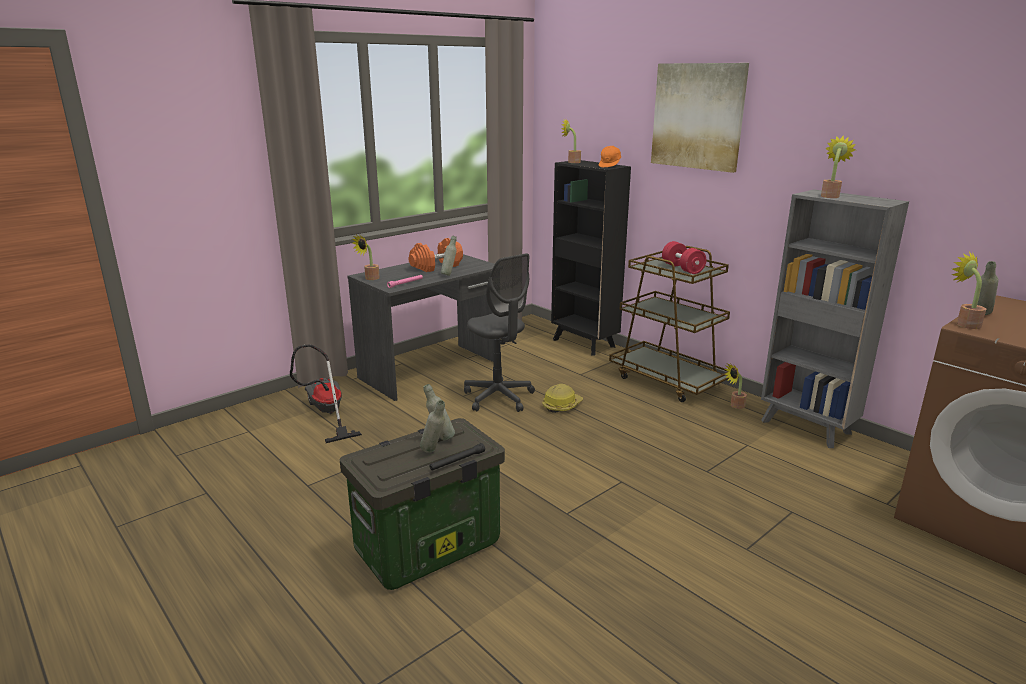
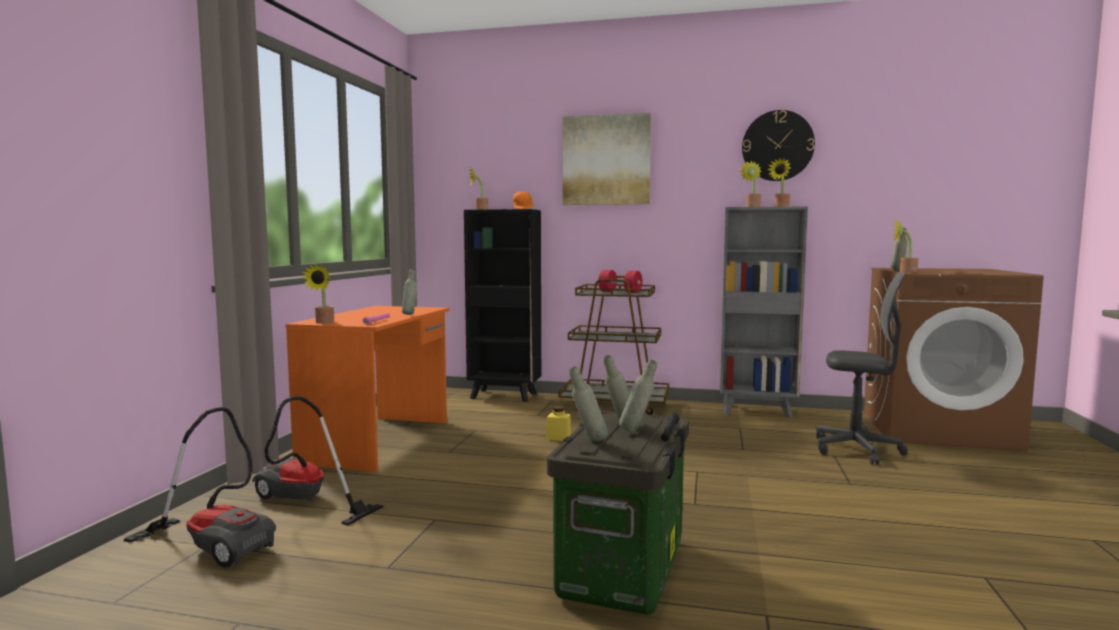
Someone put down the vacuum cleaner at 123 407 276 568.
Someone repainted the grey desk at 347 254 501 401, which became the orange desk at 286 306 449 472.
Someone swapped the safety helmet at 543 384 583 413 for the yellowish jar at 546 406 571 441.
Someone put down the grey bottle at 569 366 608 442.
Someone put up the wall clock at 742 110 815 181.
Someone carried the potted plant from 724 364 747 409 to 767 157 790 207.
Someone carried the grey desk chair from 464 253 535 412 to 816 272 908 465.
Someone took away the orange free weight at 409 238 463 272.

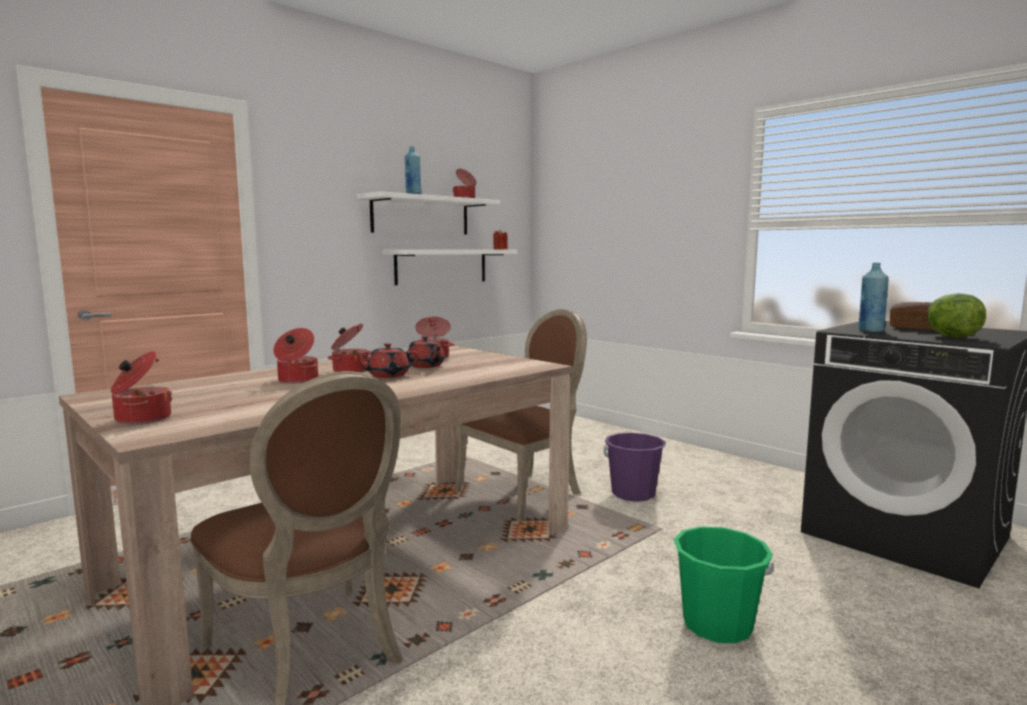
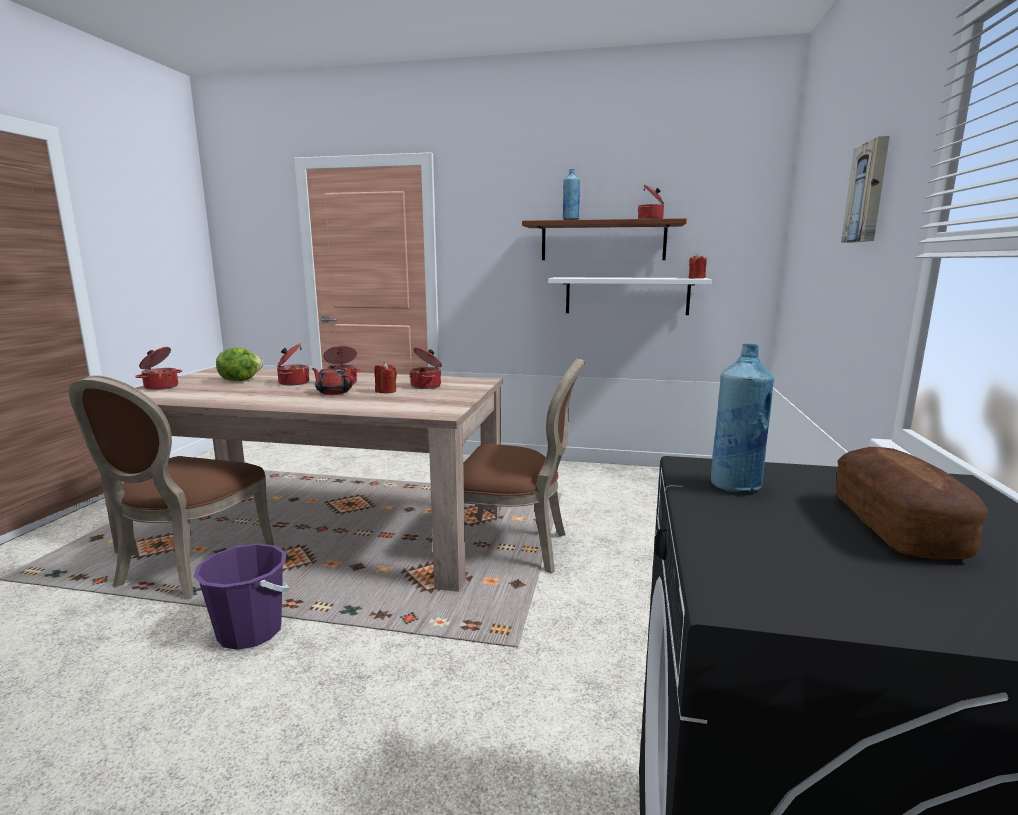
Someone carried the purple-coloured water bucket from 603 433 666 502 to 193 544 290 650.
Someone carried the lettuce from 927 293 986 337 to 216 348 263 381.
Someone swapped the red pot for tea at 406 336 445 368 for the red wax light at 375 362 397 393.
Someone repainted the white wall shelf at 357 191 500 235, which became the brownish wall shelf at 522 218 687 260.
Someone put up the wall picture at 841 136 890 243.
Someone took away the greenish water bucket at 673 526 774 643.

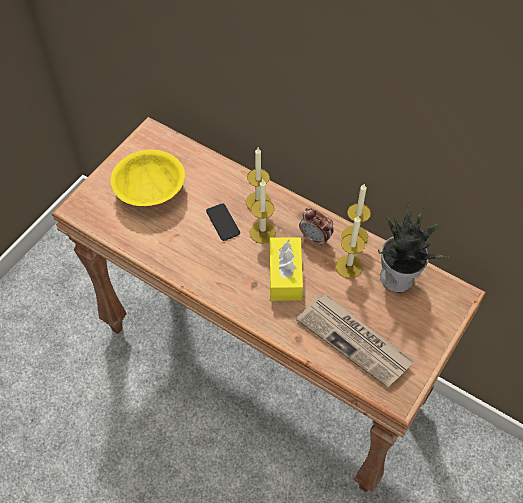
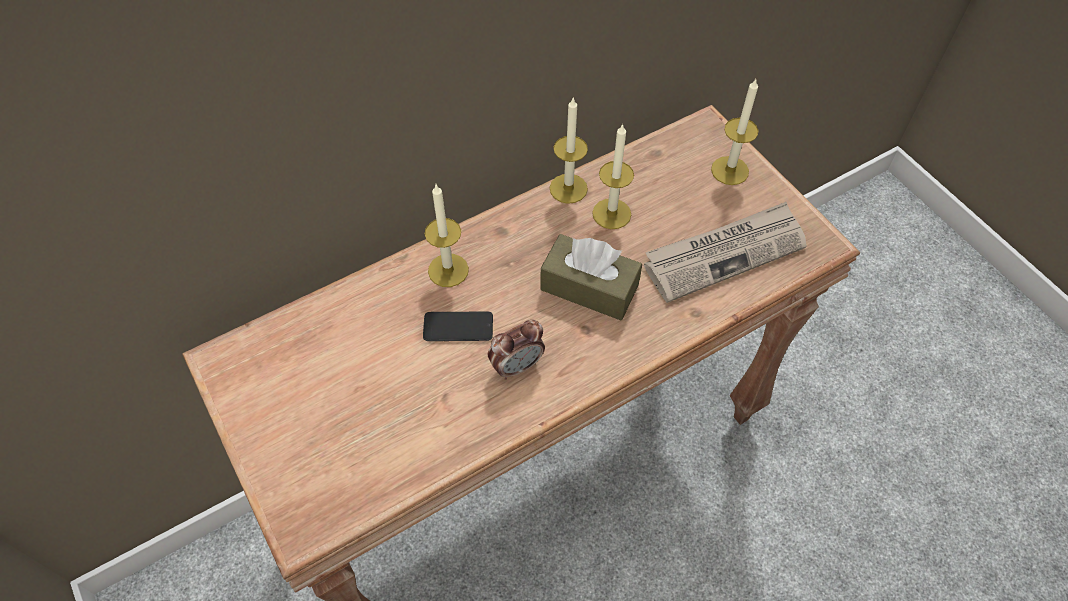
Someone carried the bedside clock from 299 208 334 246 to 488 320 545 380.
Someone repainted the yellowish tissue box at 269 237 303 301, which became the brownish tissue box at 540 234 642 320.
Someone carried the wax light from 249 180 276 244 to 711 79 759 185.
Someone took away the yellowish bowl at 111 150 185 206.
Someone took away the potted plant at 378 202 451 292.

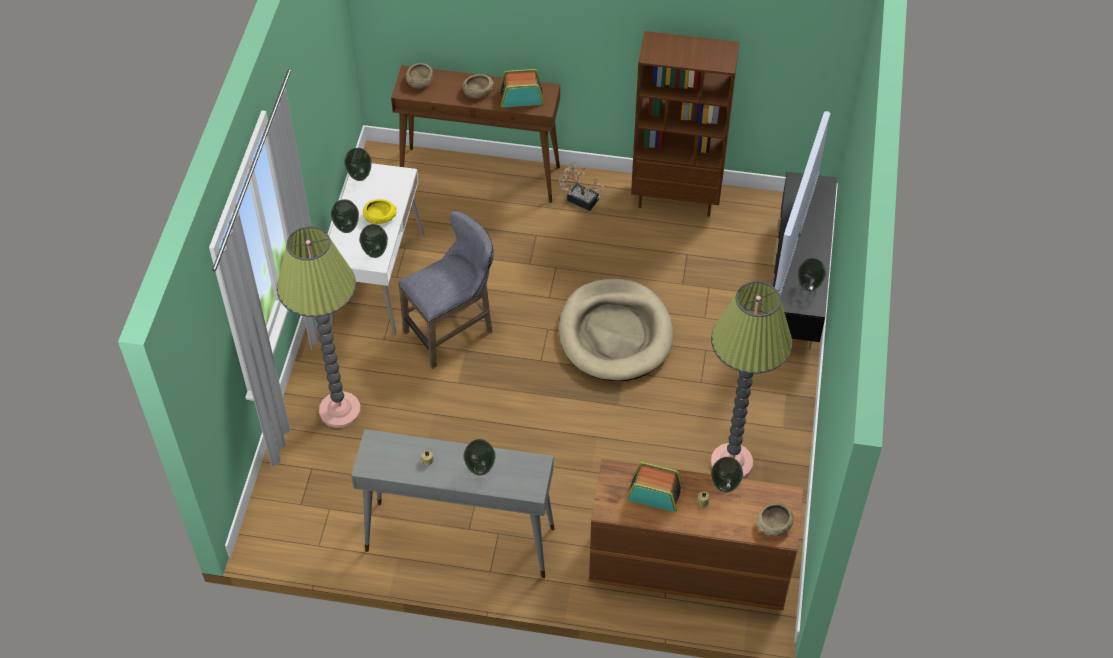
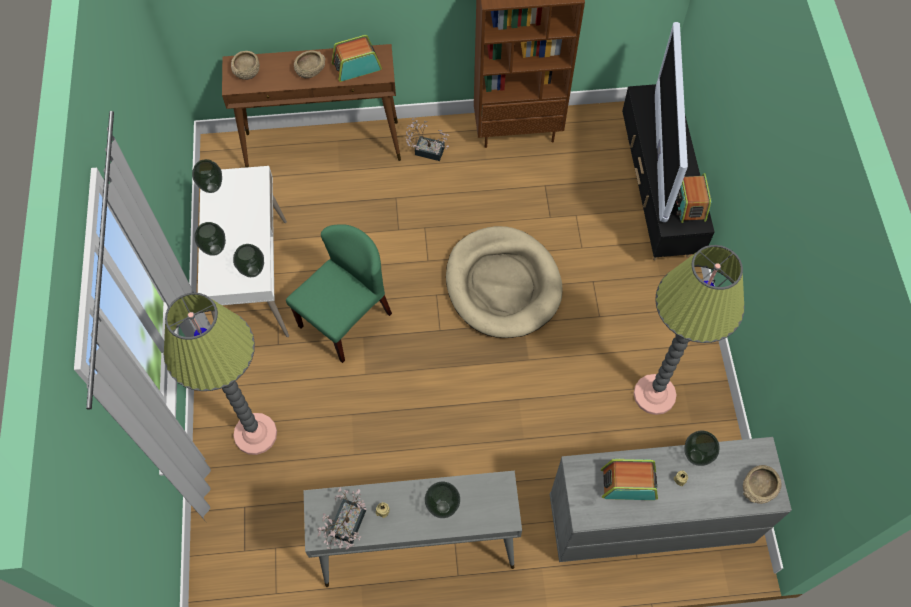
Someone swapped the grey stool seat at 398 210 494 369 for the greenish upright chair at 286 224 392 363.
Someone put down the potted plant at 317 488 366 550.
Someone repainted the brownish drawer chest at 589 459 803 610, which became the grey drawer chest at 550 437 792 562.
Someone swapped the decorative vase at 798 258 826 291 for the radio at 676 173 711 223.
Someone took away the yellowish bowl at 363 199 397 224.

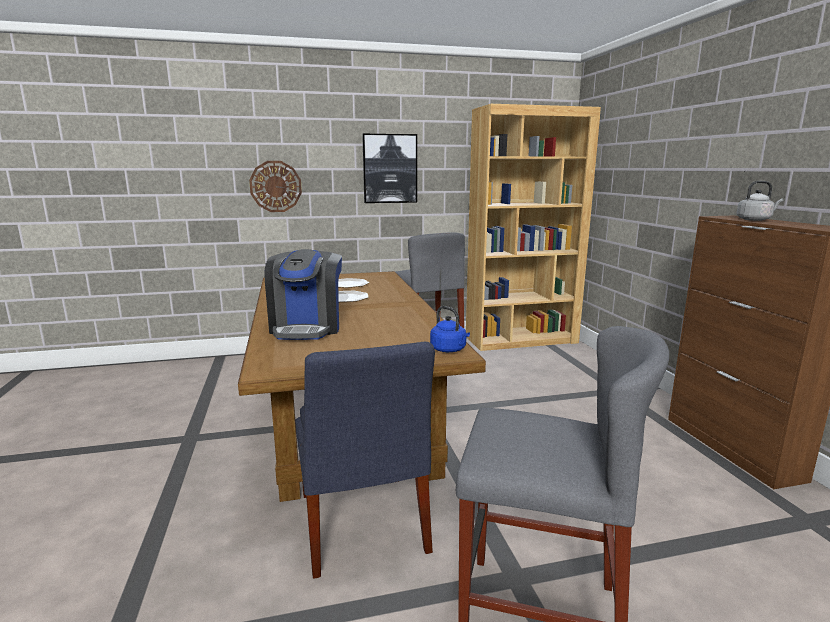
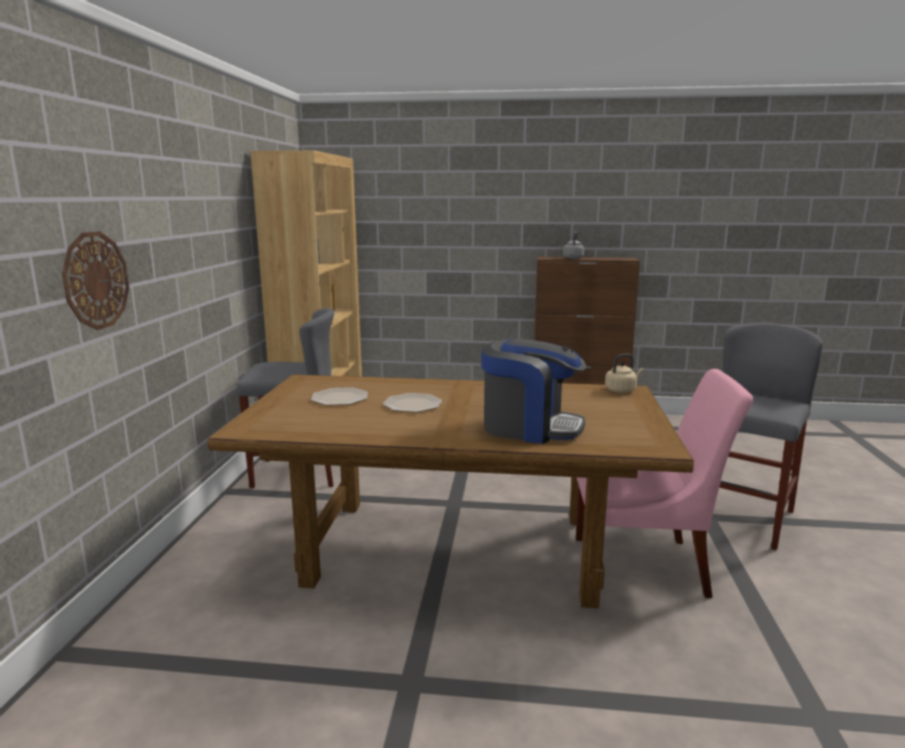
Someone repainted the bluish upright chair at 295 341 435 579, which became the pink upright chair at 576 369 753 598.
Someone repainted the bluish kettle at 430 306 470 352, which became the beige kettle at 605 354 643 393.
Someone took away the wall picture at 362 134 417 203.

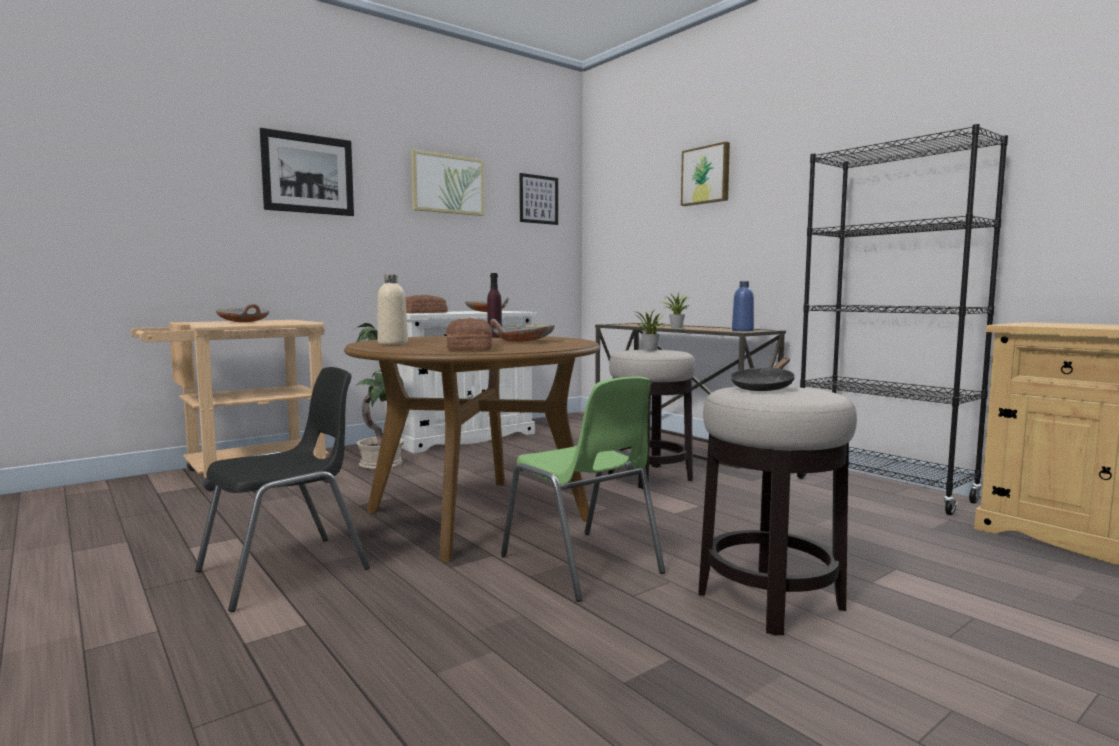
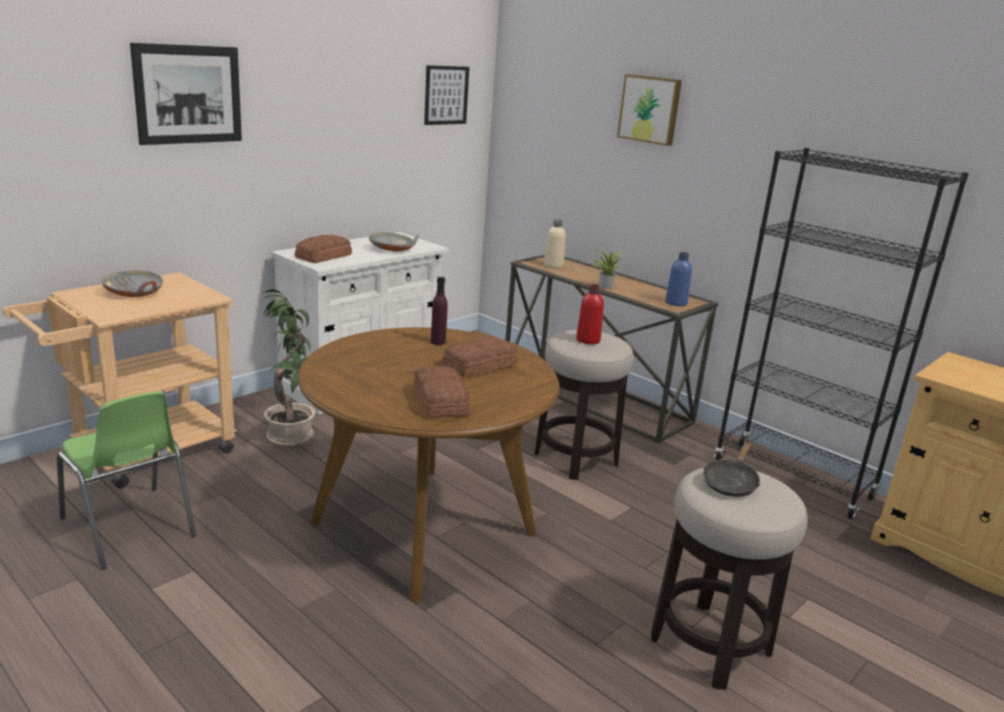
Someone carried the greenish upright chair from 501 376 665 602 to 57 391 196 569.
Someone swapped the grey bowl at 490 319 555 342 for the bread at 442 336 518 378.
Someone carried the beige bottle from 378 274 408 345 to 544 220 566 268.
Someone swapped the potted plant at 635 308 666 351 for the red bottle at 576 285 604 344.
Someone took away the black-coloured upright chair at 195 367 370 612.
Someone took away the wall picture at 411 150 484 216.

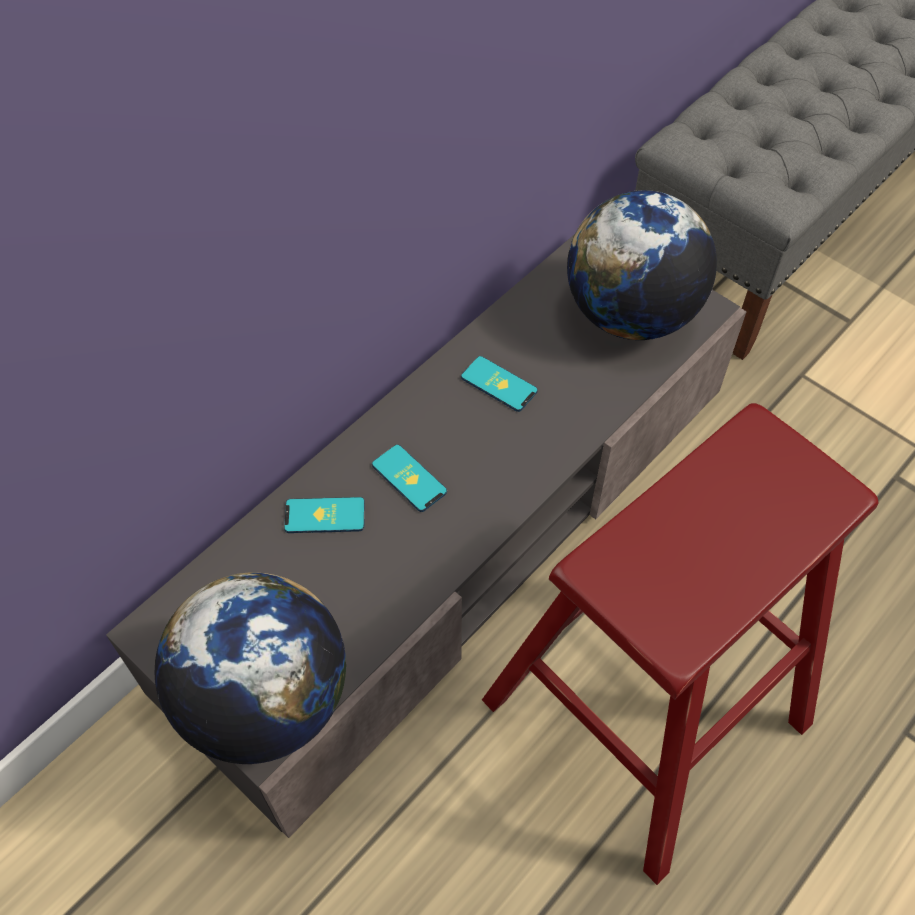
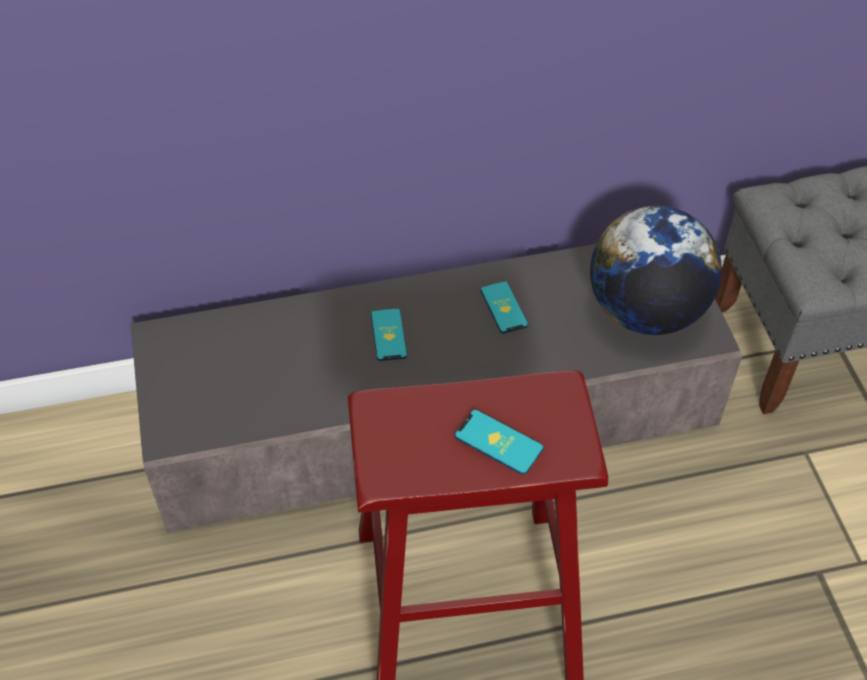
Someone carried the telephone from 284 497 365 533 to 455 409 544 475.
Someone took away the desk globe at 155 572 346 764.

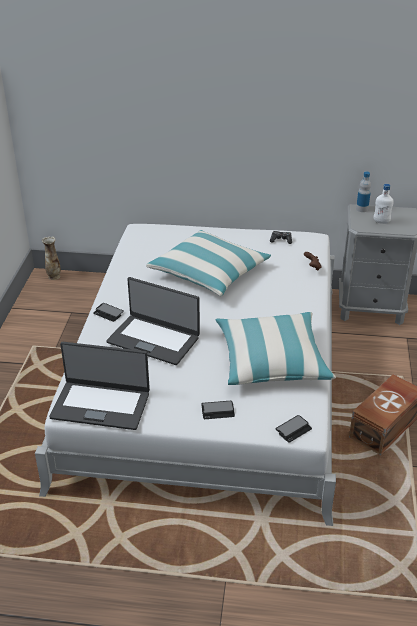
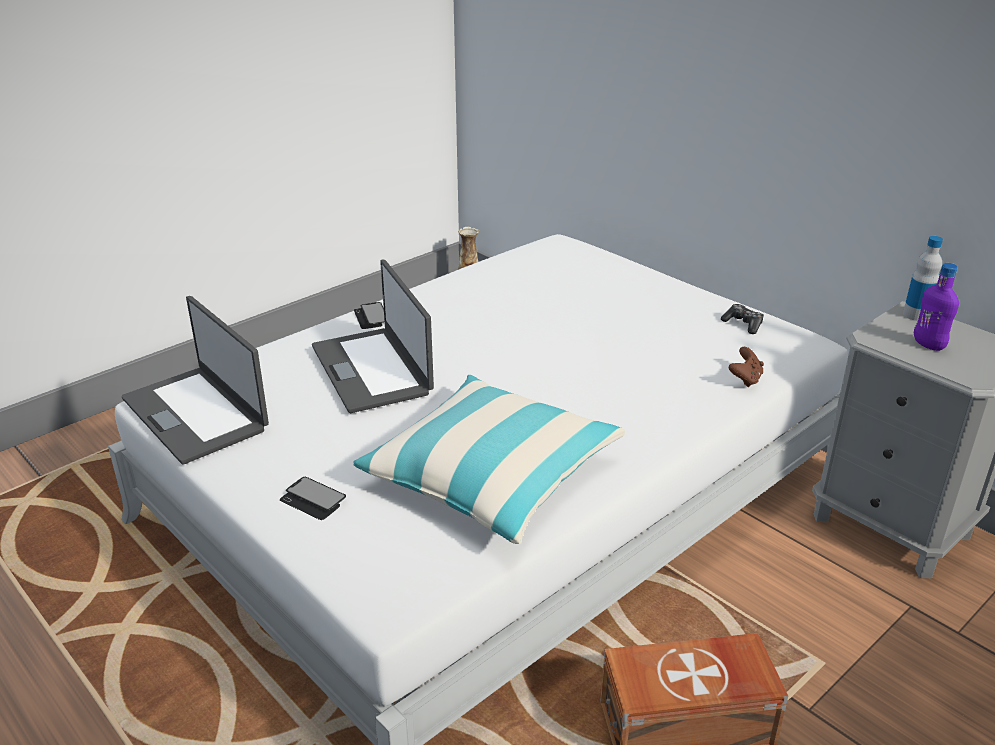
Someone repainted the white bottle at 374 184 394 224, which became the purple-coloured bottle at 914 263 959 351.
Someone took away the cushion at 146 230 271 296.
Someone took away the telephone at 276 415 312 443.

